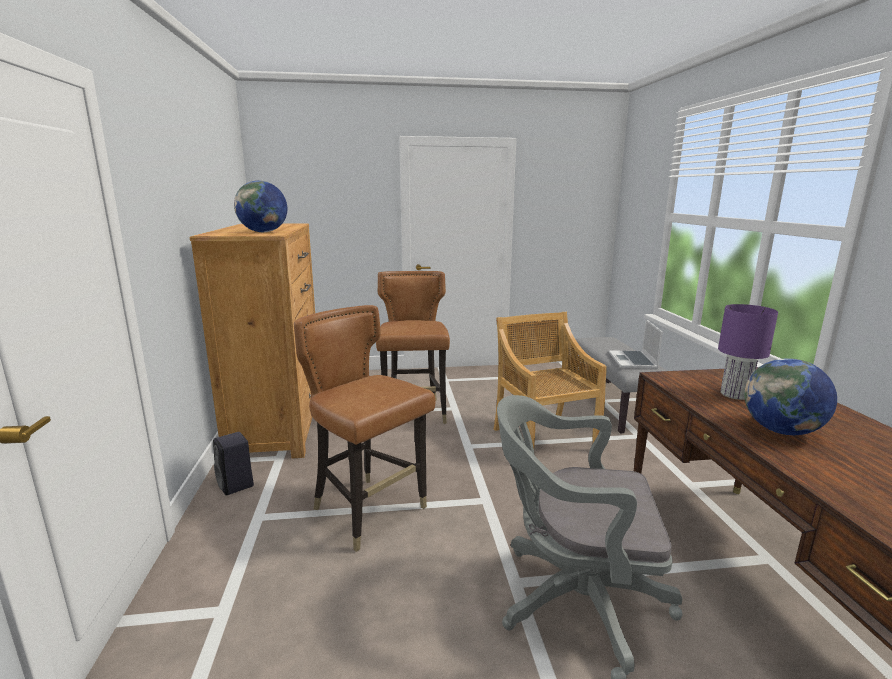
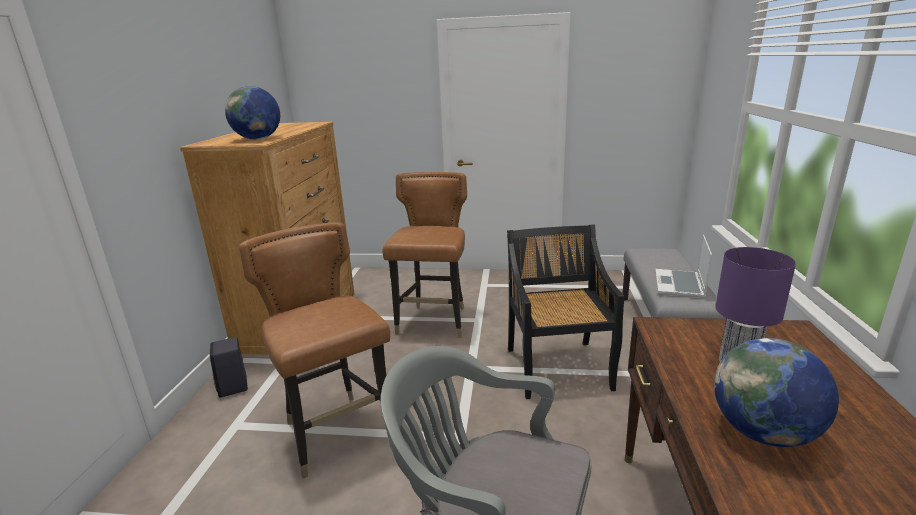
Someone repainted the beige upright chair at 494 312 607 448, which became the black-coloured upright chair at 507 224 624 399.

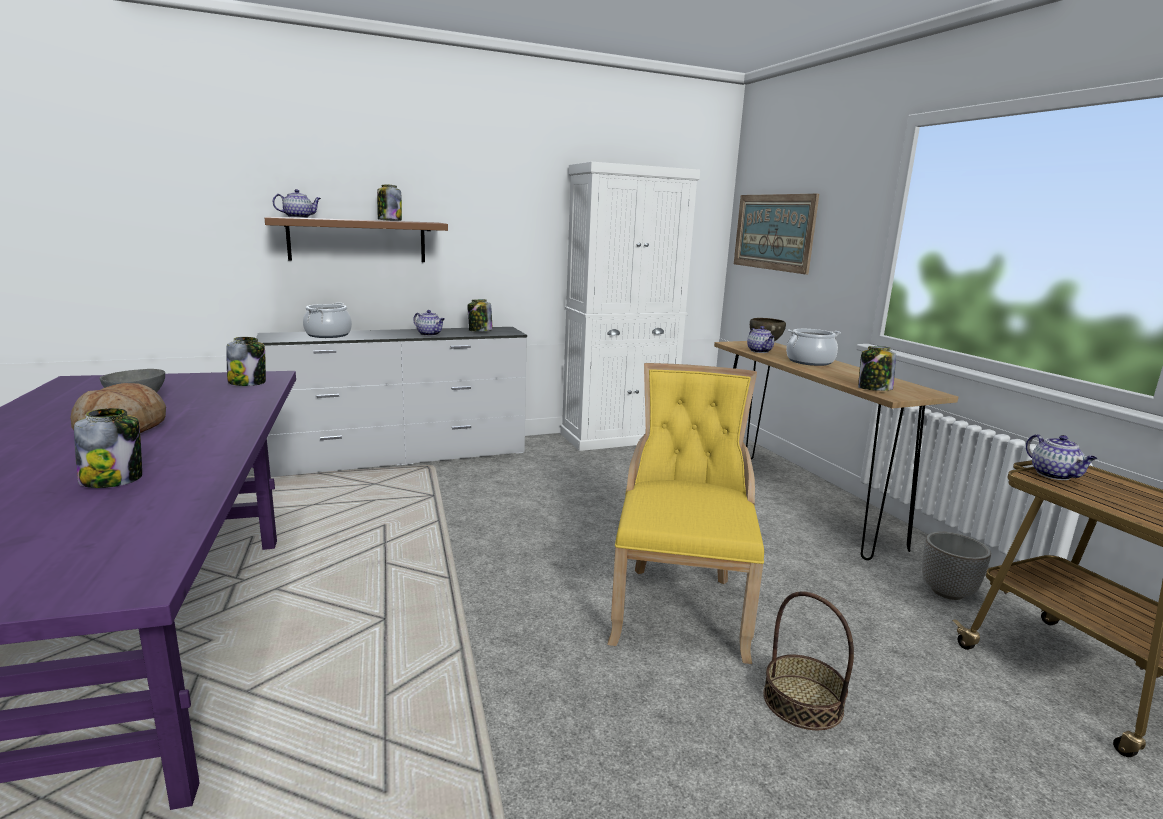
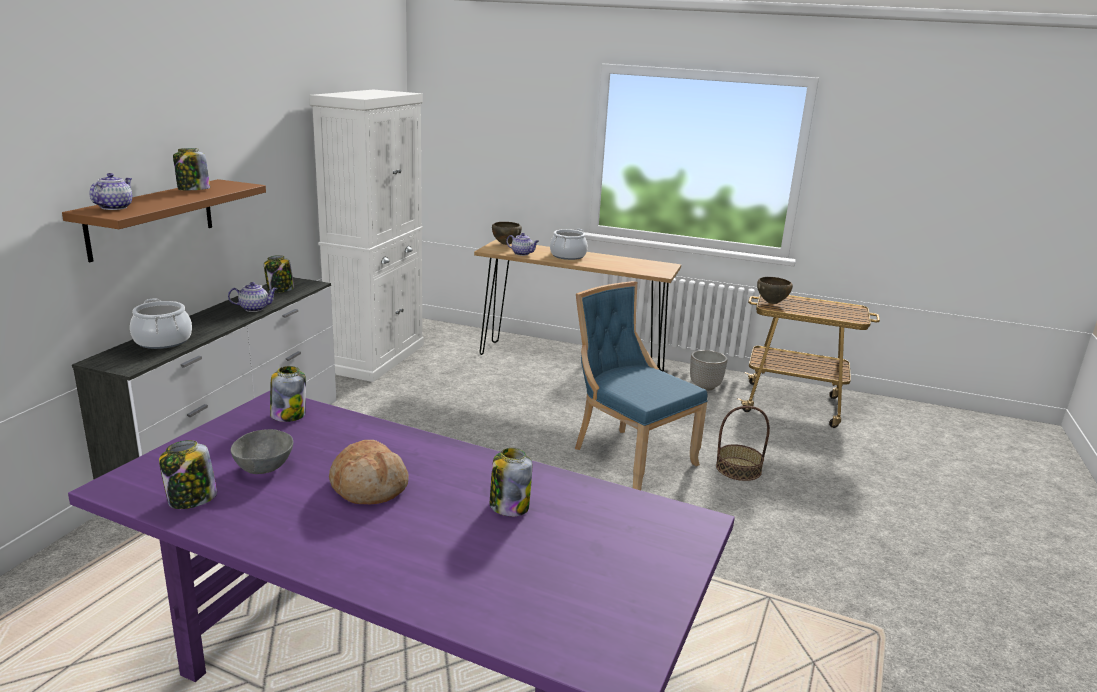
Someone carried the jar from 858 346 896 391 to 159 440 217 509.
Someone repainted the yellowish upright chair at 607 363 764 664, which became the bluish upright chair at 575 281 708 490.
Someone swapped the pot for tea at 1026 434 1098 480 for the brownish bowl at 757 277 793 304.
Someone took away the wall picture at 734 194 819 275.

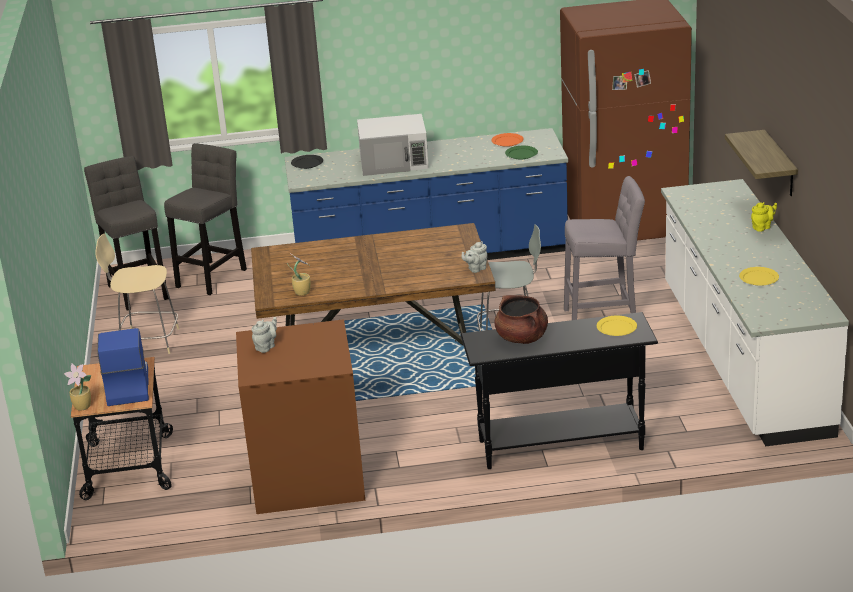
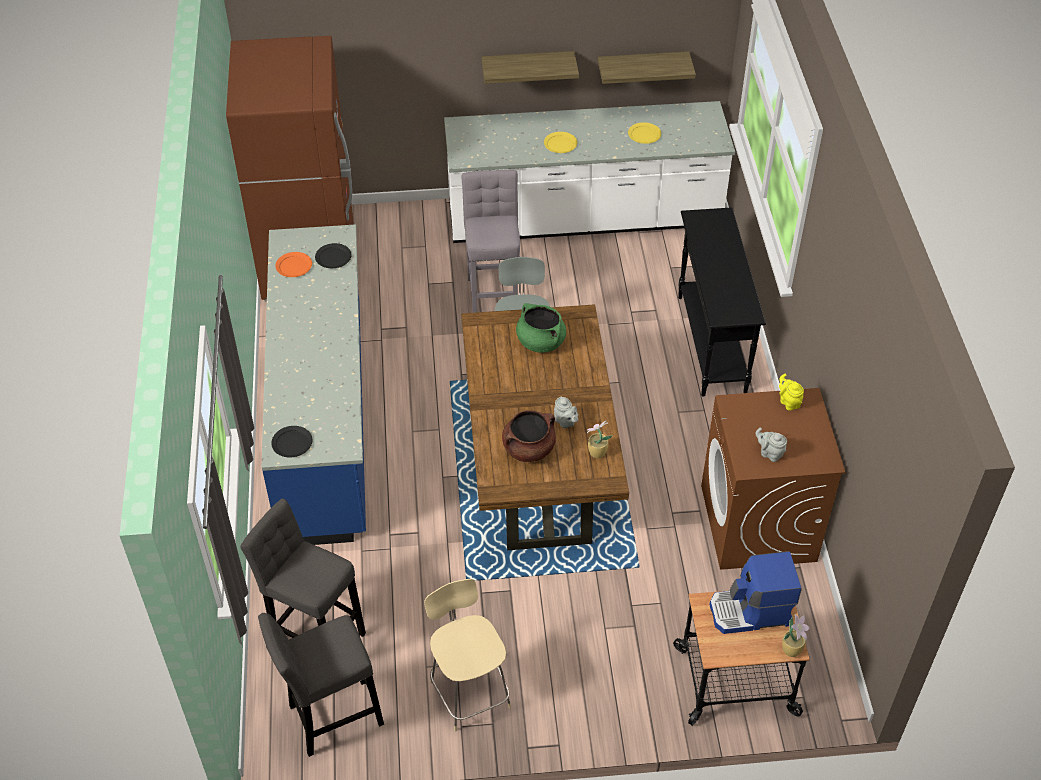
Someone repainted the greenish plate at 505 146 538 159, which became the black-coloured plate at 315 243 352 268.
Someone rotated the beige upright chair at 95 234 179 354 by 150 degrees clockwise.
Someone carried the brownish cooking pot from 494 295 548 344 to 502 410 556 462.
Someone put down the greenish cooking pot at 516 303 566 353.
Someone carried the yellowish plate from 597 316 637 336 to 544 132 577 153.
Someone carried the grey pot for tea from 462 241 488 273 to 554 397 578 428.
Someone put up the wall shelf at 597 51 696 84.
Someone carried the yellowish pot for tea from 751 202 777 232 to 779 374 804 411.
Someone took away the white kitchen microwave at 357 114 429 176.

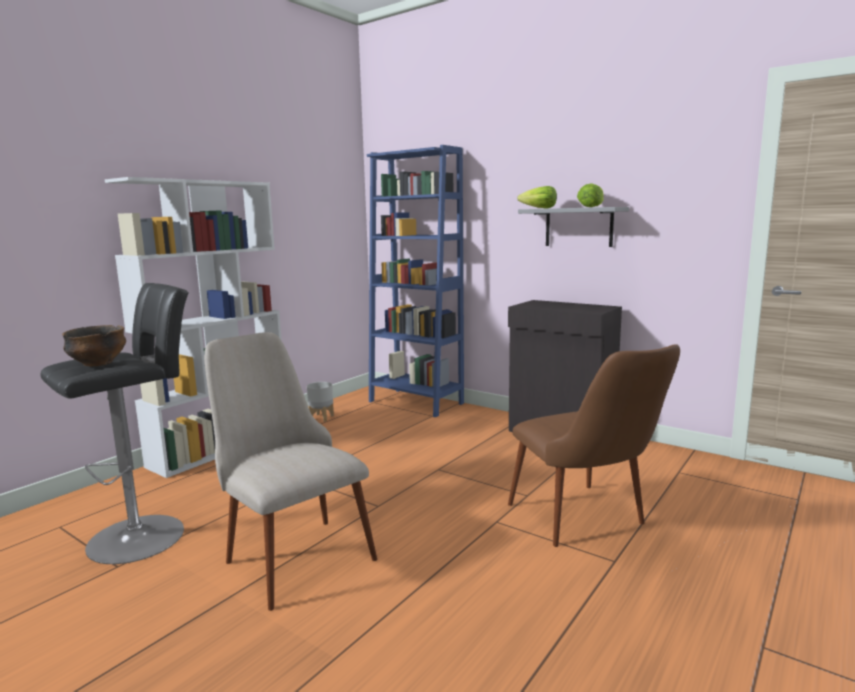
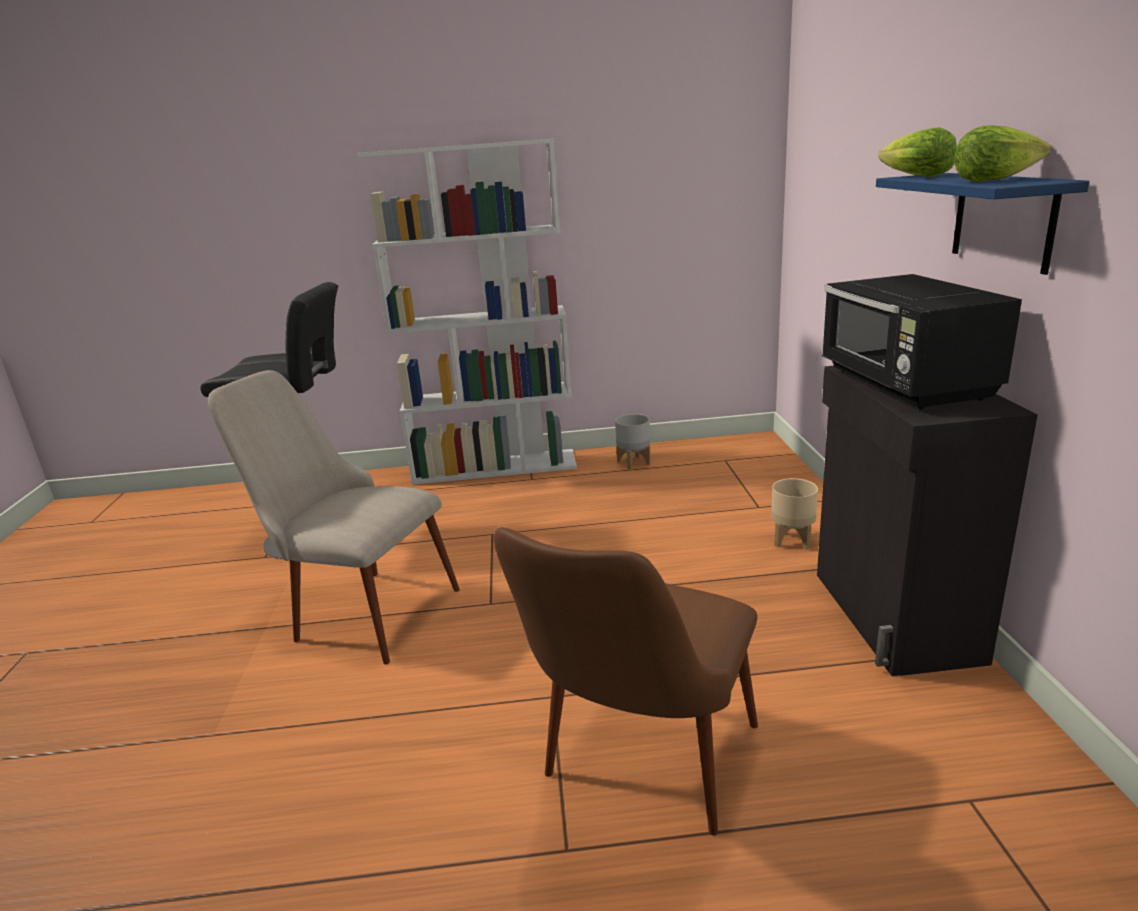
Someone rotated the beige upright chair at 204 332 377 611 by 75 degrees counterclockwise.
Someone put down the beige flower pot at 771 478 818 550.
Someone put down the black-coloured kitchen microwave at 822 274 1022 409.
Someone repainted the grey wall shelf at 518 207 629 247, which became the bluish wall shelf at 876 173 1090 275.
Someone took away the bowl at 62 325 126 367.
Someone took away the bluish bookshelf at 367 145 464 417.

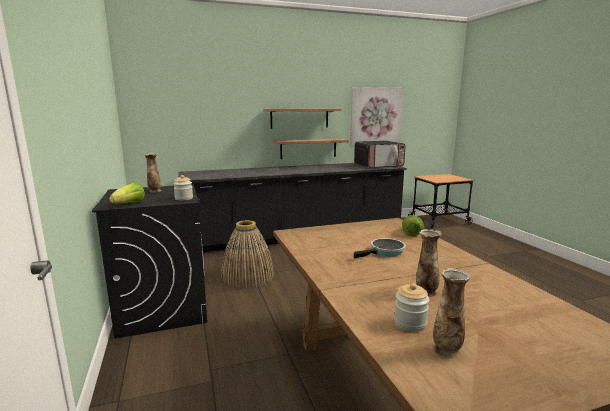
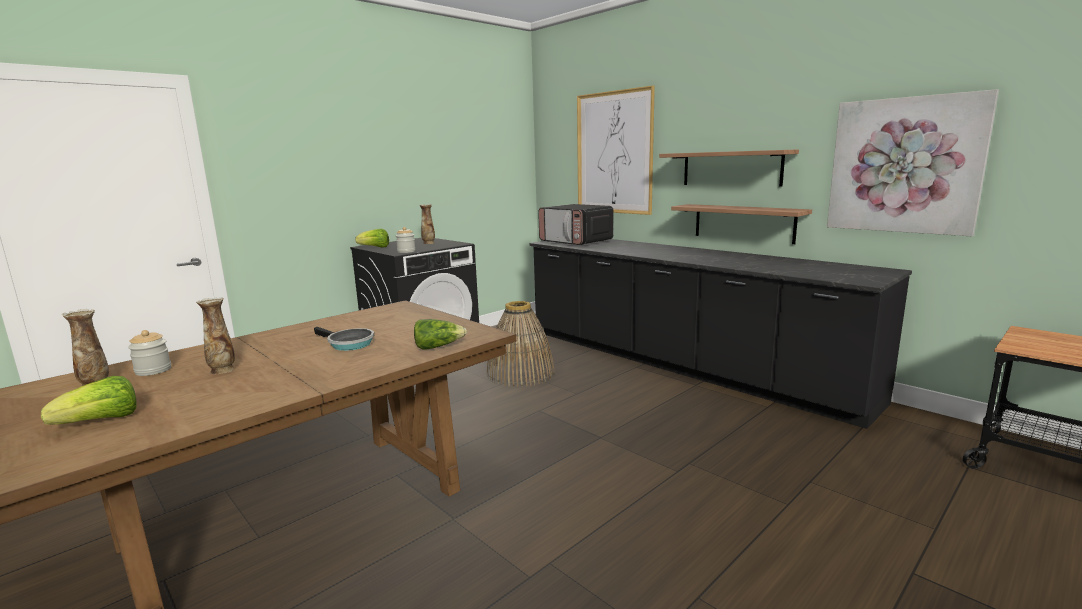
Someone put down the lettuce at 41 376 136 425.
Someone carried the kitchen microwave from 354 141 405 168 to 538 204 614 245.
Someone put up the wall picture at 577 86 655 215.

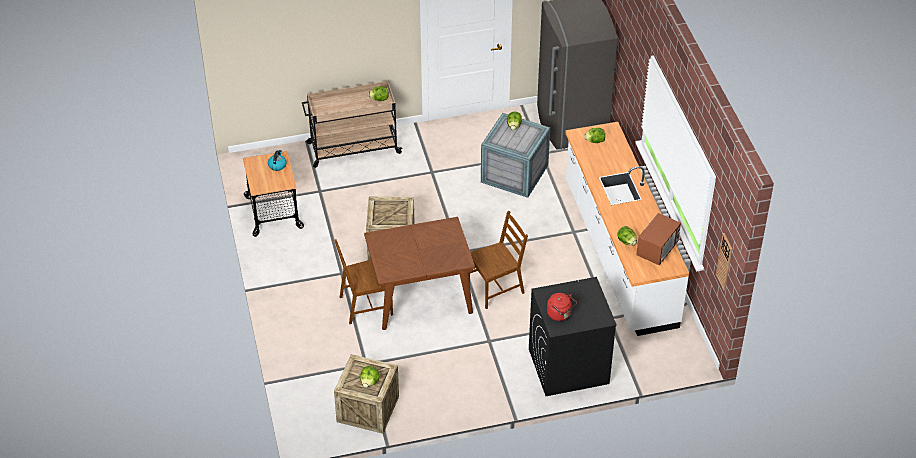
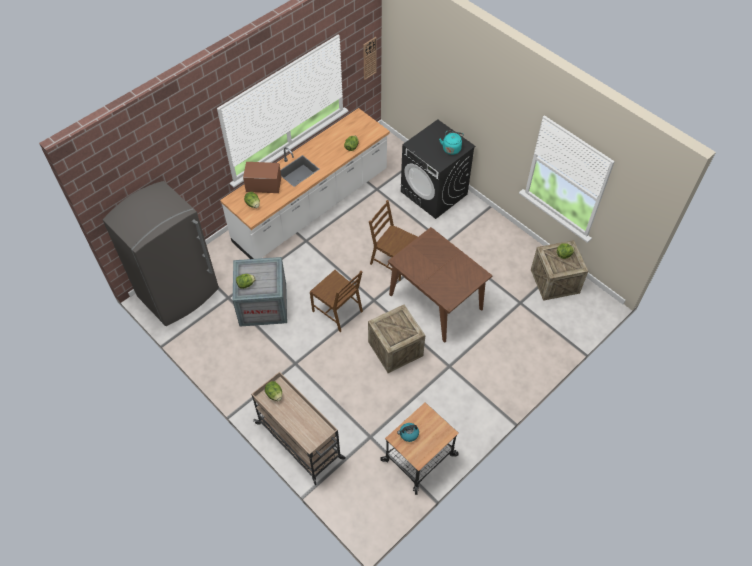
Someone carried the kitchen microwave from 636 213 681 265 to 243 162 281 193.
Someone carried the brownish upright chair from 334 239 393 324 to 310 270 363 332.
Someone repainted the red kettle at 547 293 577 321, which became the blue-green kettle at 439 130 464 155.

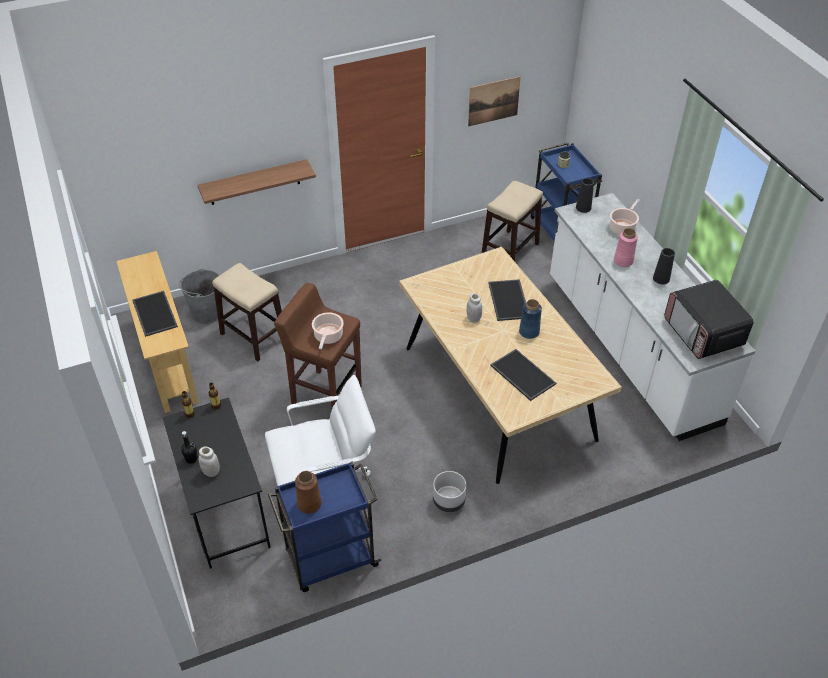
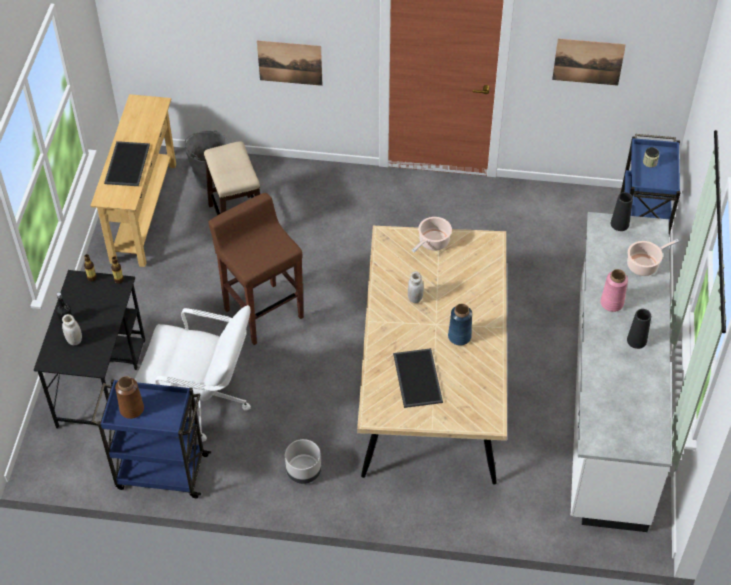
Someone swapped the wall shelf at 197 159 316 205 for the wall picture at 257 41 322 86.
Someone carried the cooking pot from 312 312 344 349 to 412 217 452 252.
Someone took away the stool seat at 482 181 543 261.
Someone took away the carrying tray at 488 279 526 321.
Someone took away the kitchen microwave at 664 280 754 359.

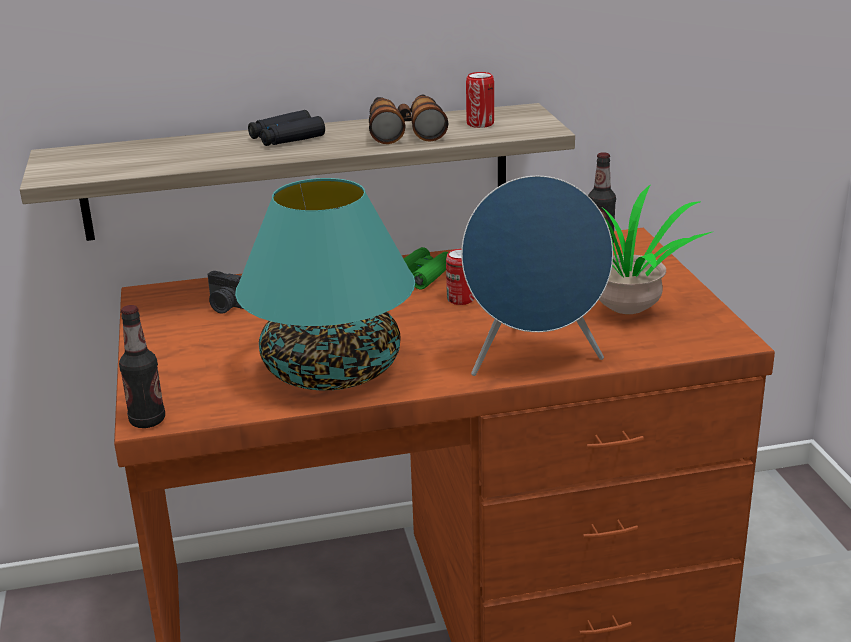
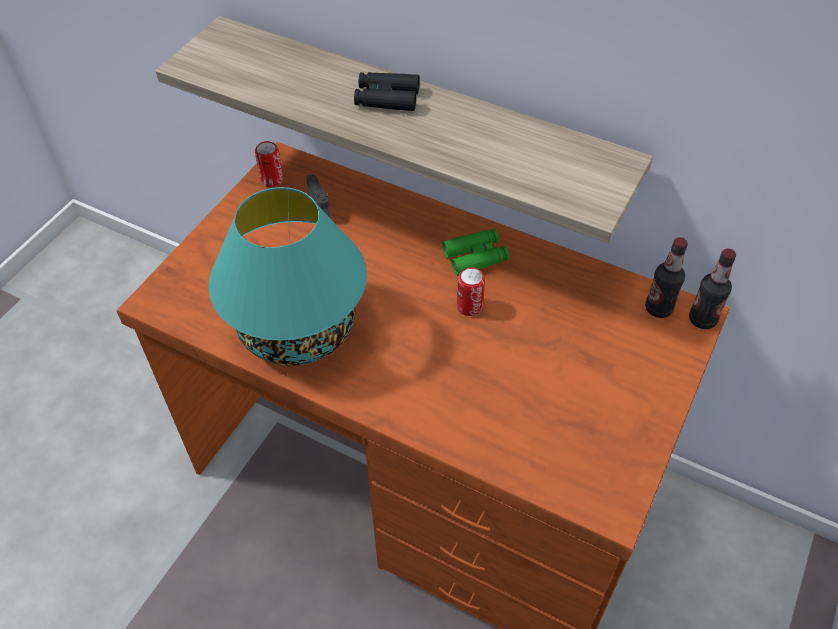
Someone carried the can from 466 72 494 128 to 255 141 283 187.
Someone carried the bottle from 119 305 165 428 to 689 249 736 329.
Someone took away the binoculars at 369 95 448 144.
Someone took away the bluish speaker at 461 176 613 376.
Someone took away the potted plant at 599 184 714 314.

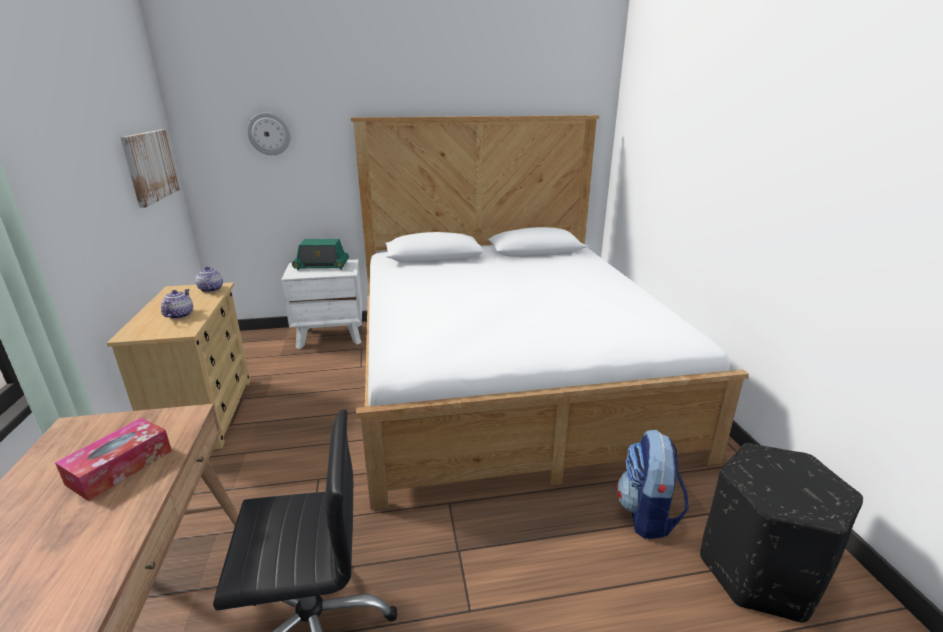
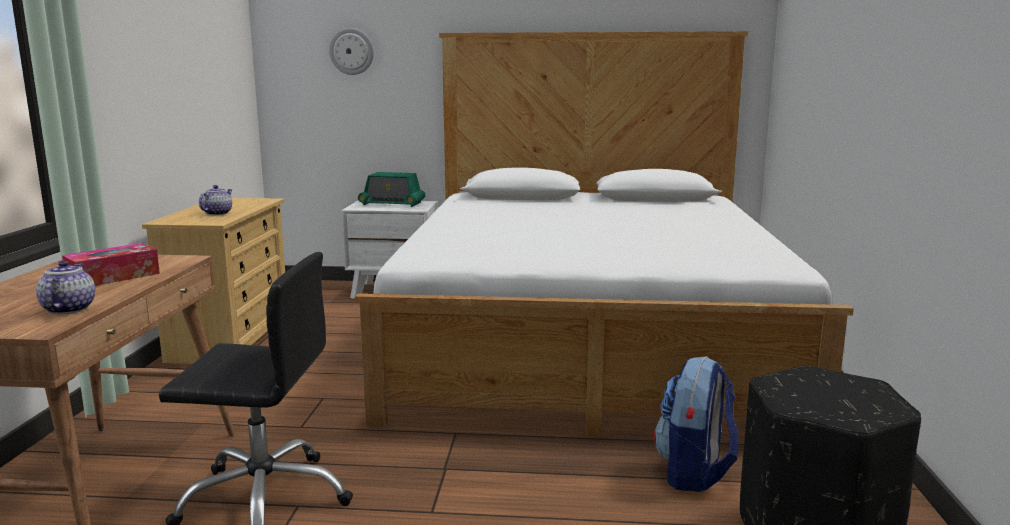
Someone carried the pot for tea from 195 267 223 292 to 36 261 95 314.
Someone took away the wall picture at 121 129 180 208.

